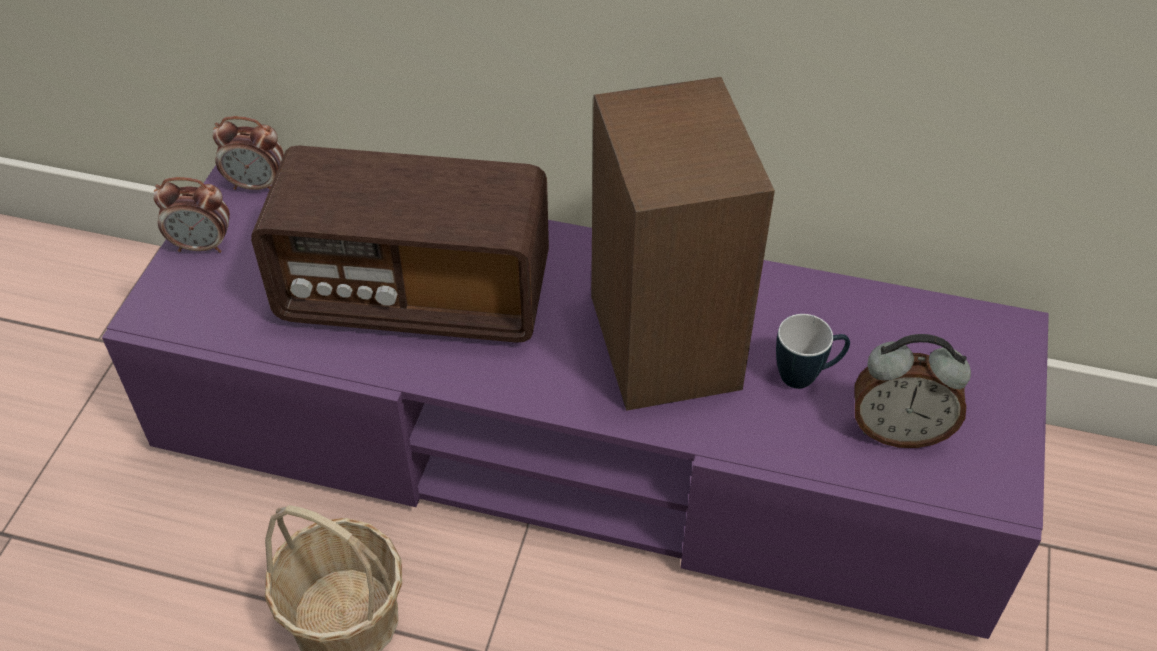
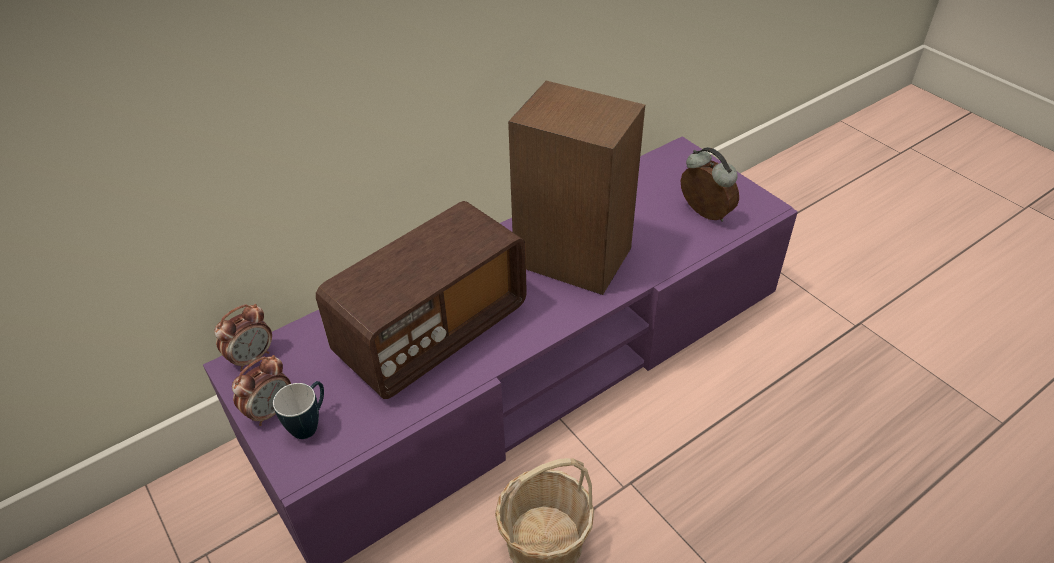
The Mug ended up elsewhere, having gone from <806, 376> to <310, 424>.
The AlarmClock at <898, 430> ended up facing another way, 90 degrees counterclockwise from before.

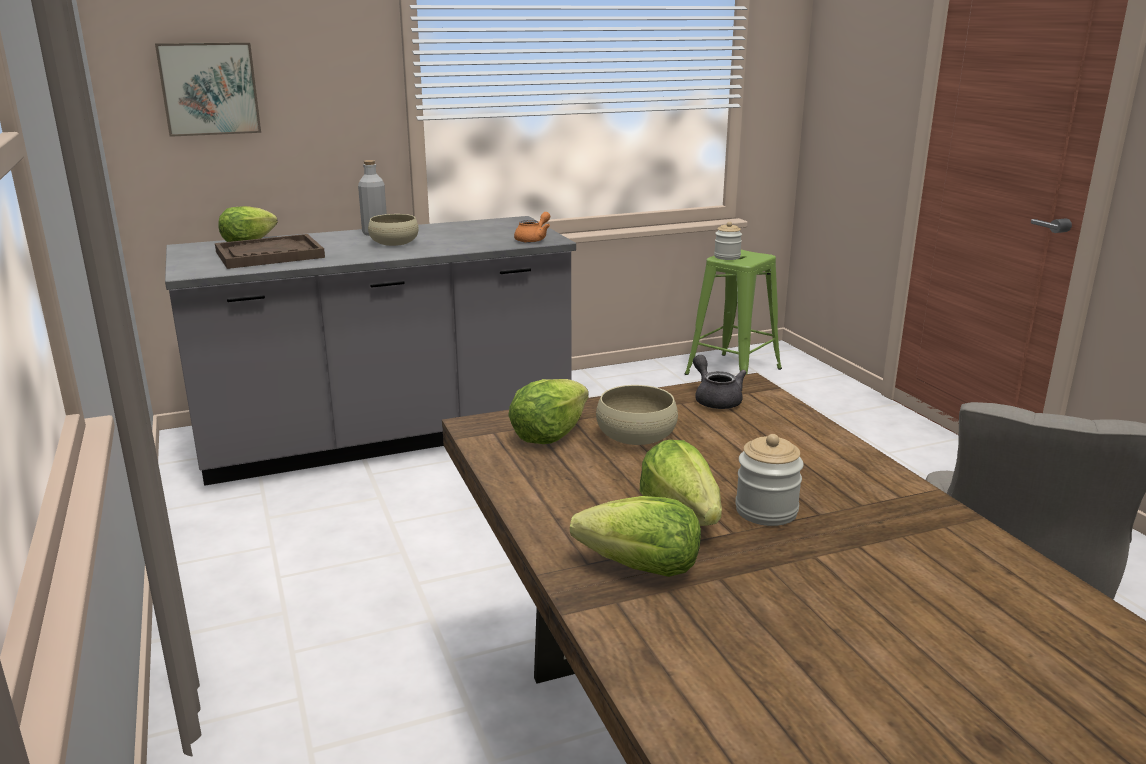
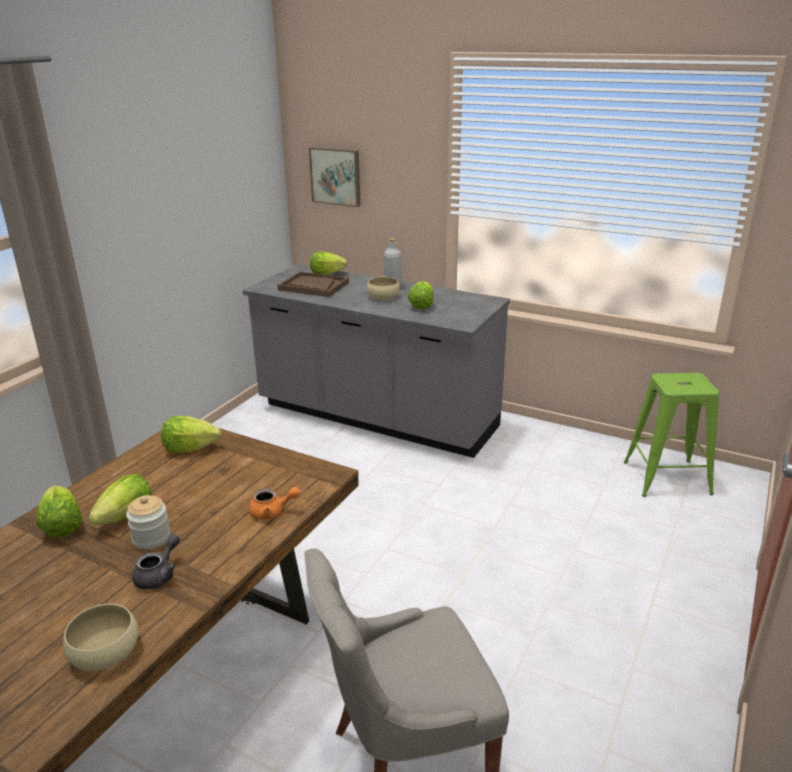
The OrangeTeapot ended up elsewhere, having gone from <533, 239> to <272, 512>.
The BeigeBowl ended up elsewhere, having gone from <636, 435> to <105, 652>.
The GreyTeapot ended up elsewhere, having gone from <715, 399> to <159, 575>.
The second view lost the Jar at <727, 257>.
The second view gained the Lettuce at <421, 306>.

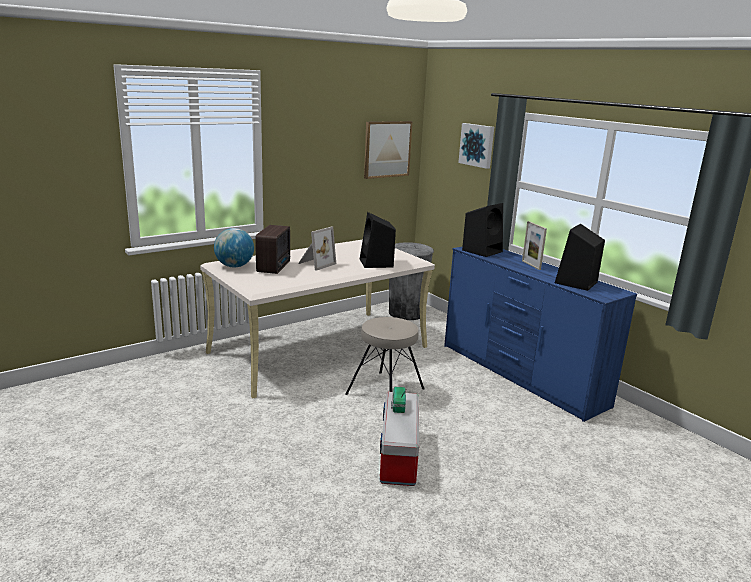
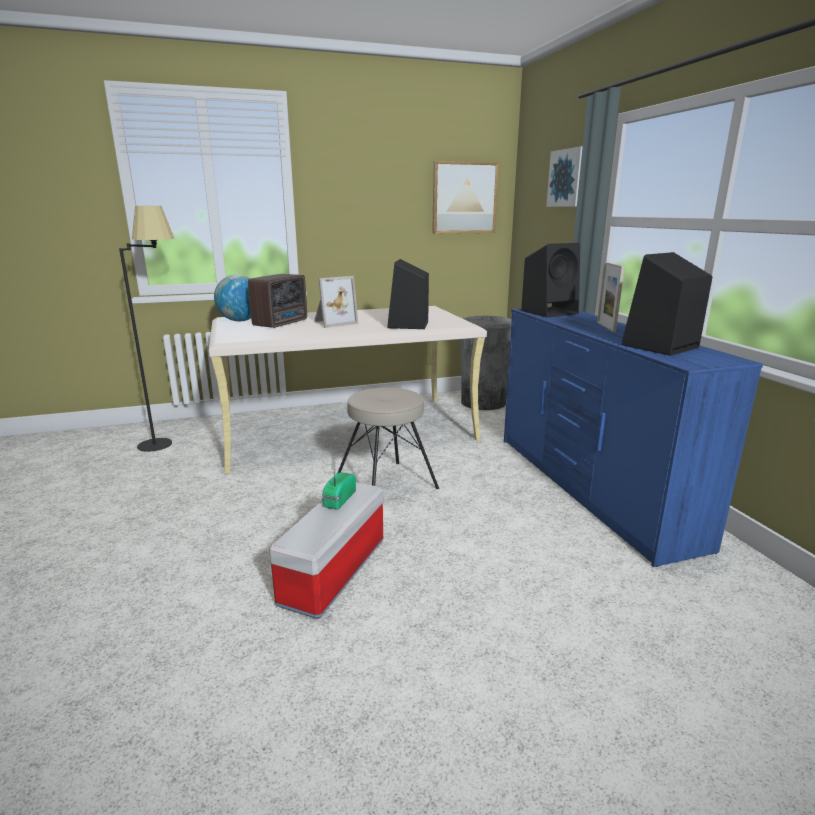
The second view gained the BlackFloorLamp at <170, 441>.

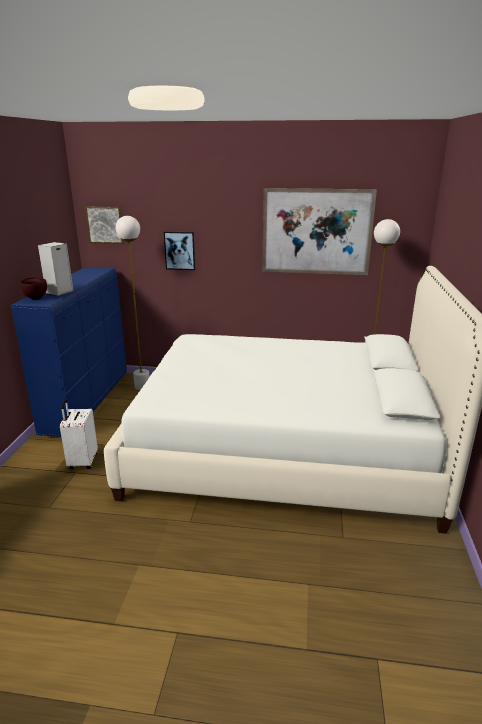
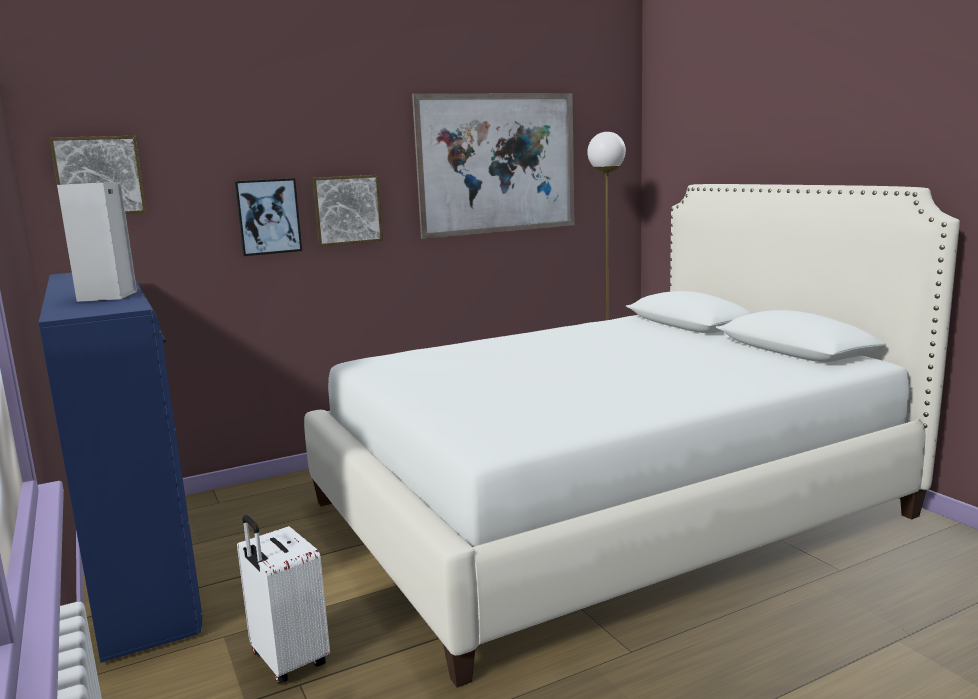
The second view lost the BrownBowl at <35, 298>.
The second view lost the WhiteFloorLamp at <142, 386>.
The second view gained the Picture at <346, 209>.

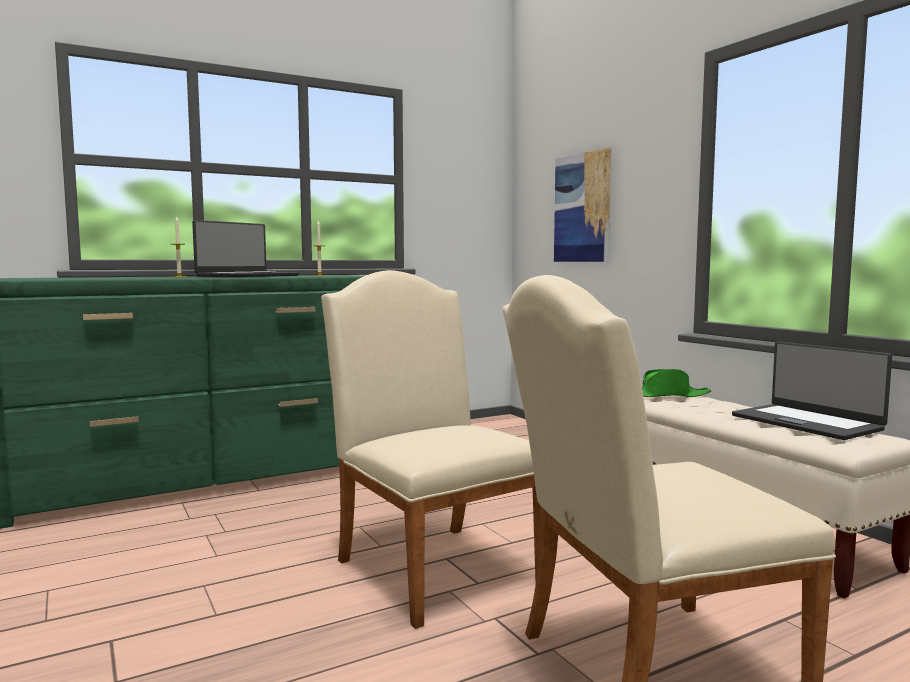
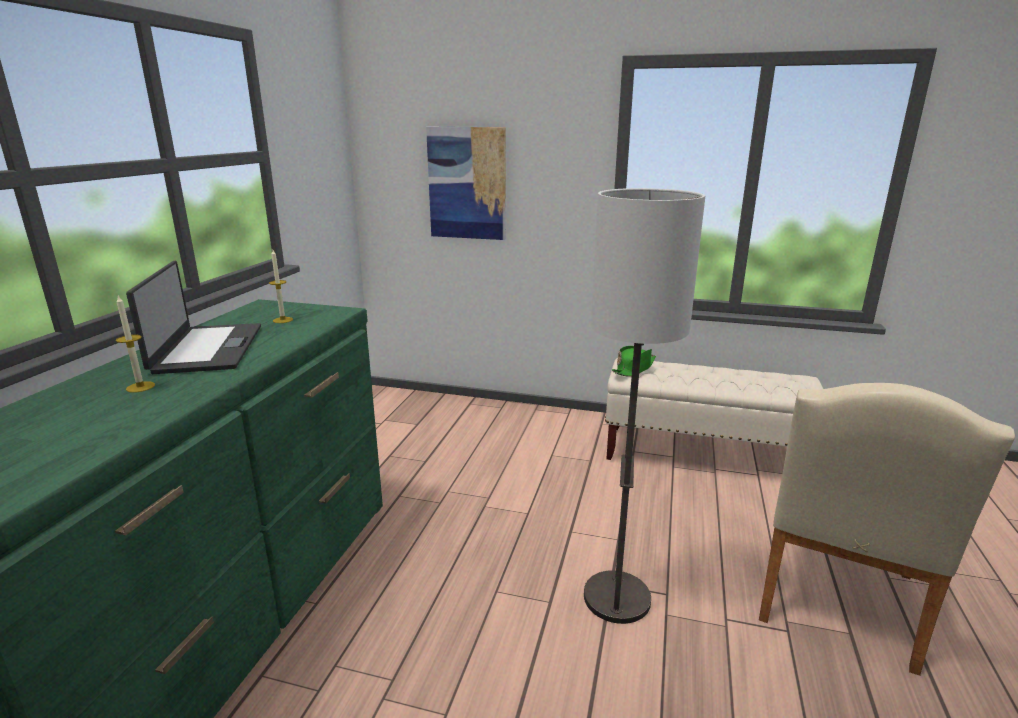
Where the BeigeChair stood at <432, 565>, the FloorLamp came to stand at <616, 598>.
The second view lost the Laptop at <806, 422>.

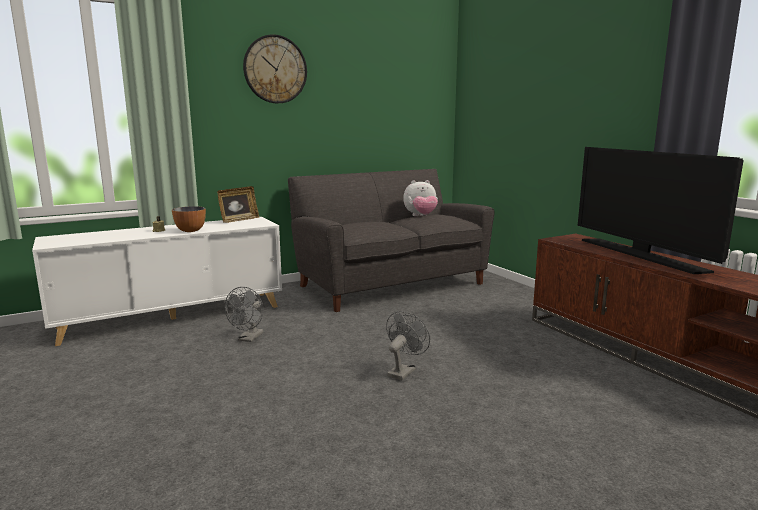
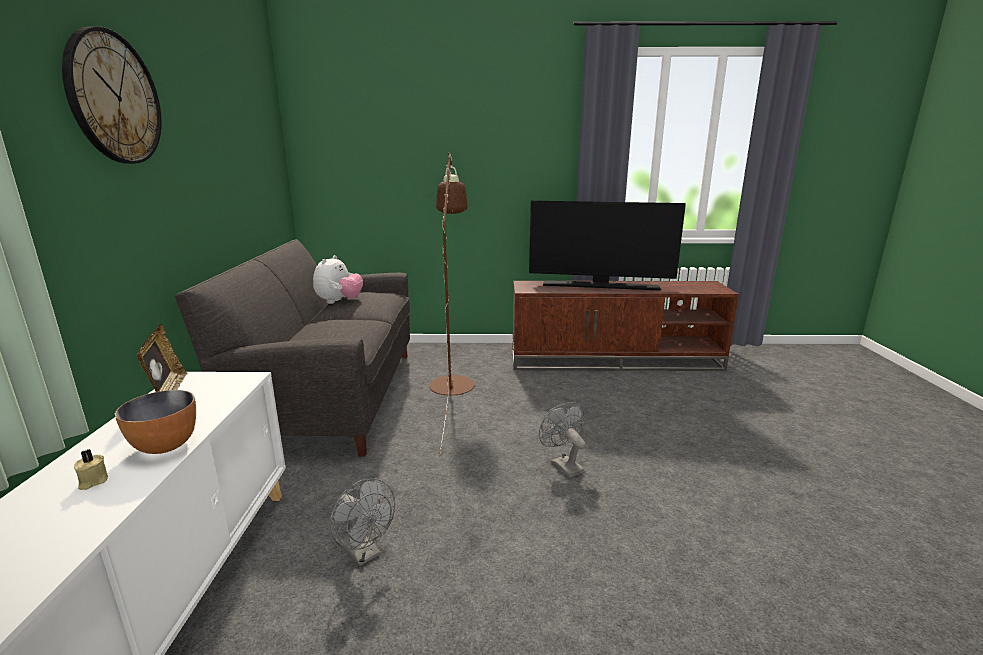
The second view gained the BrownFloorLamp at <452, 379>.

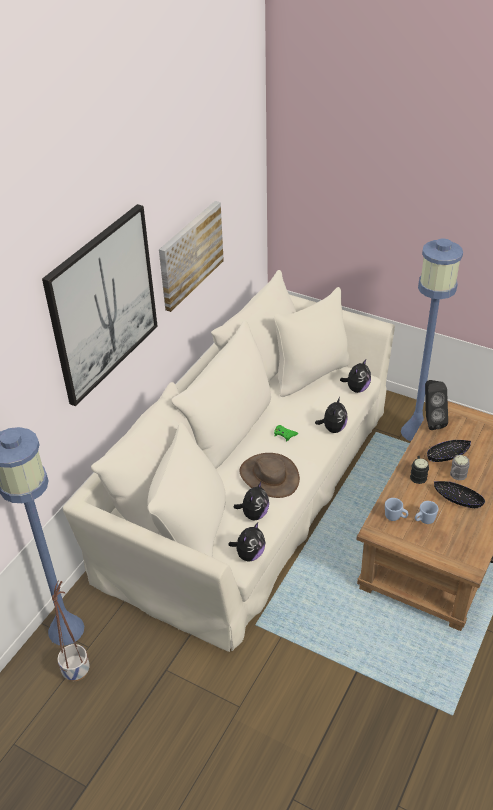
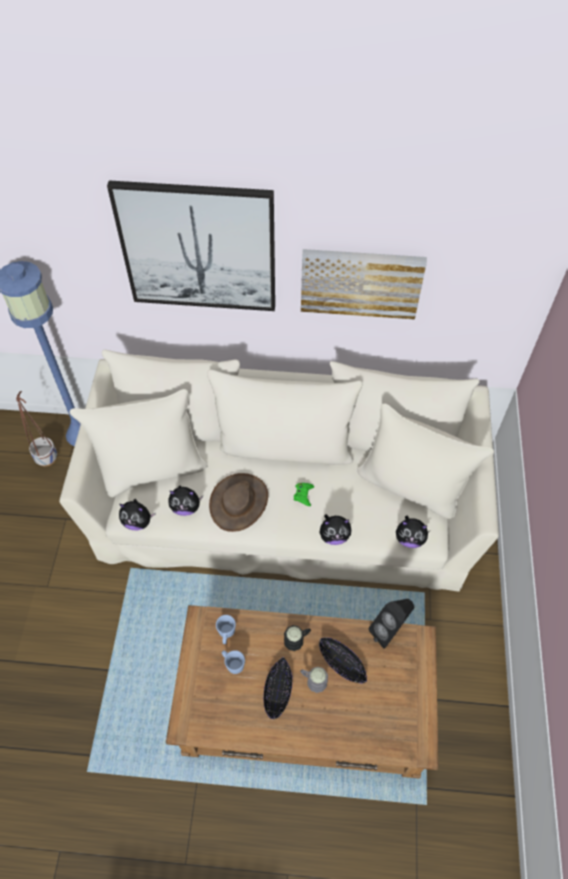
The second view lost the BlueFloorLamp at <415, 431>.

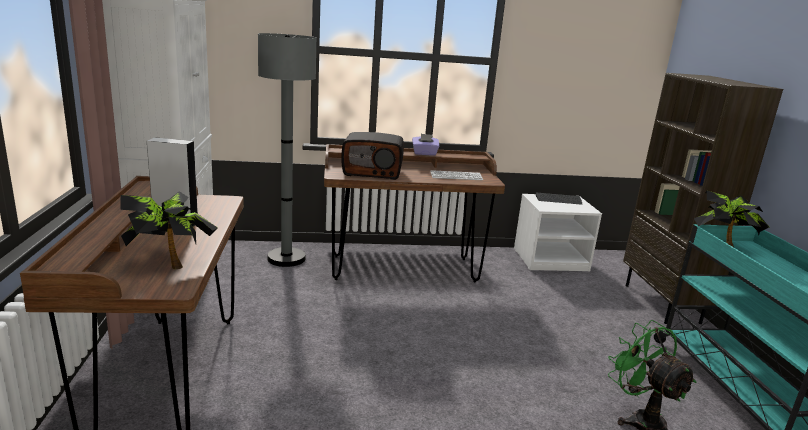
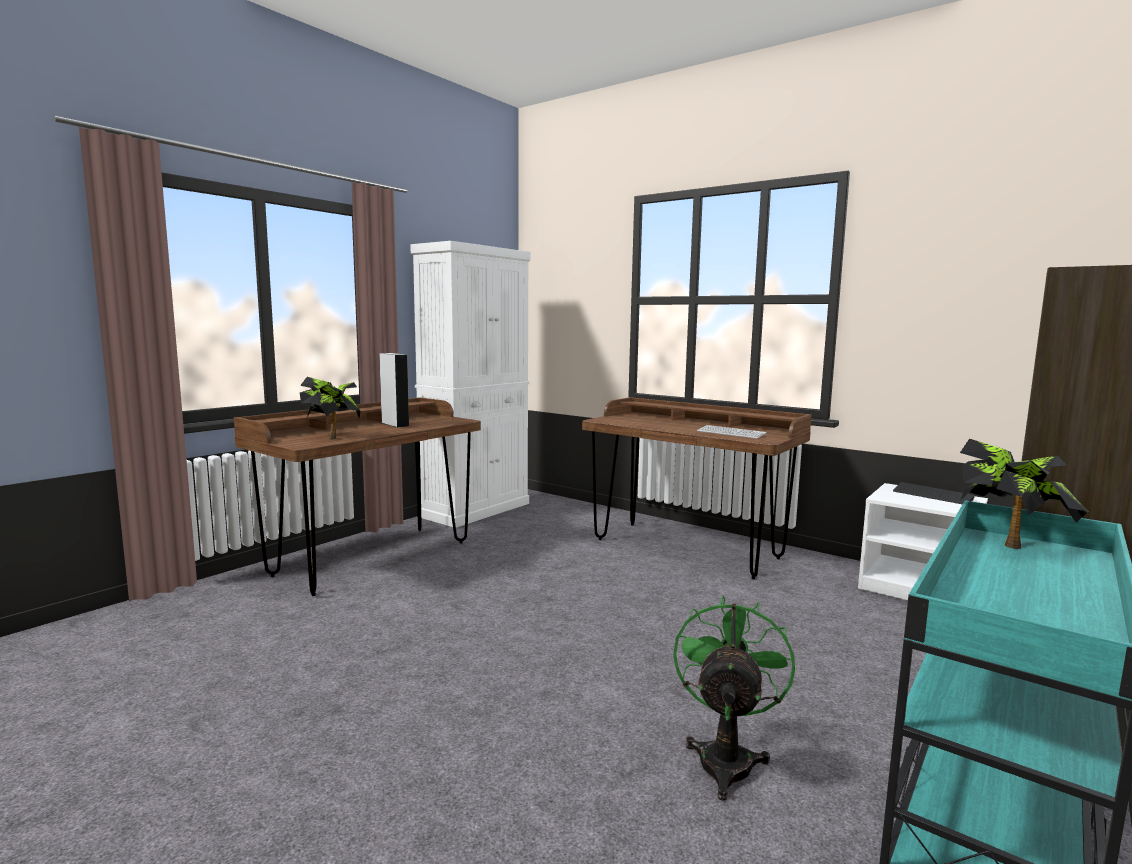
The second view lost the GreyFloorLamp at <286, 258>.
The second view lost the Radio at <373, 172>.
The second view lost the PurpleTissueBox at <424, 153>.

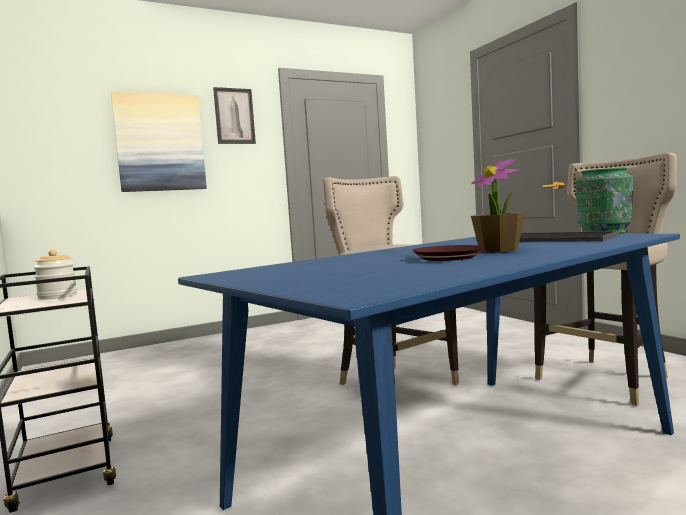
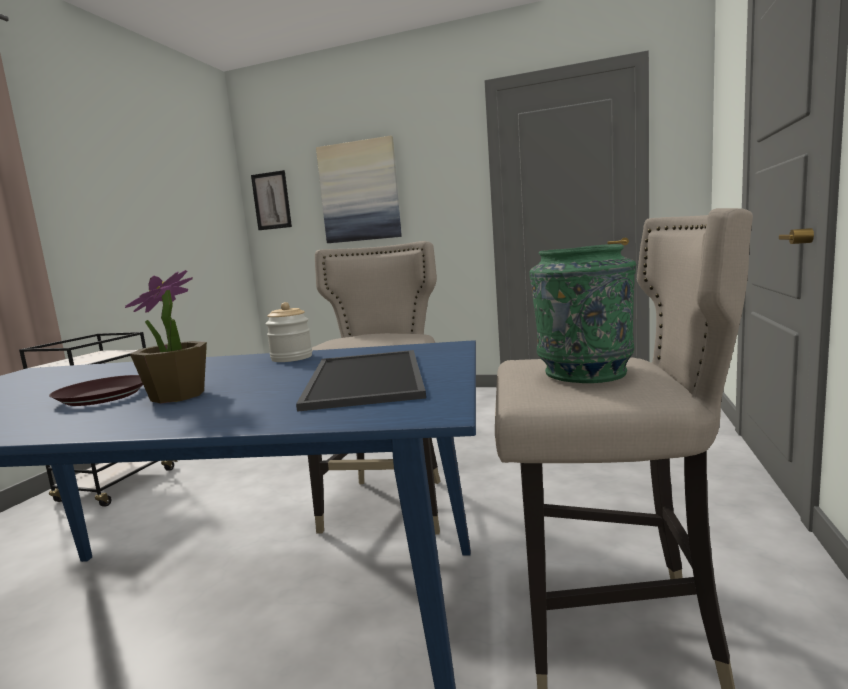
The Jar ended up elsewhere, having gone from <57, 296> to <292, 358>.
The Picture ended up elsewhere, having gone from <234, 116> to <271, 201>.

